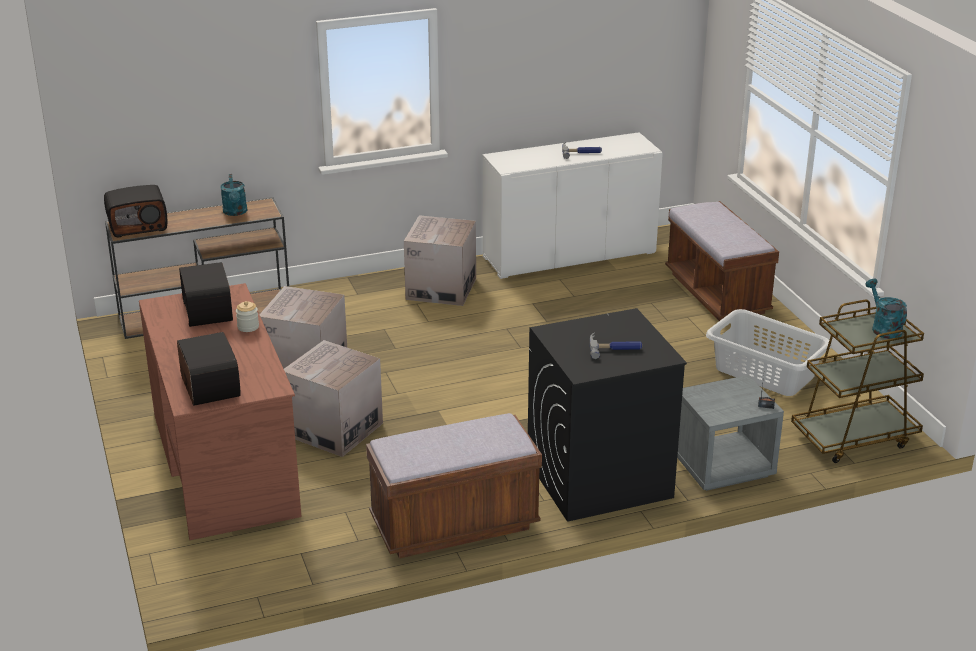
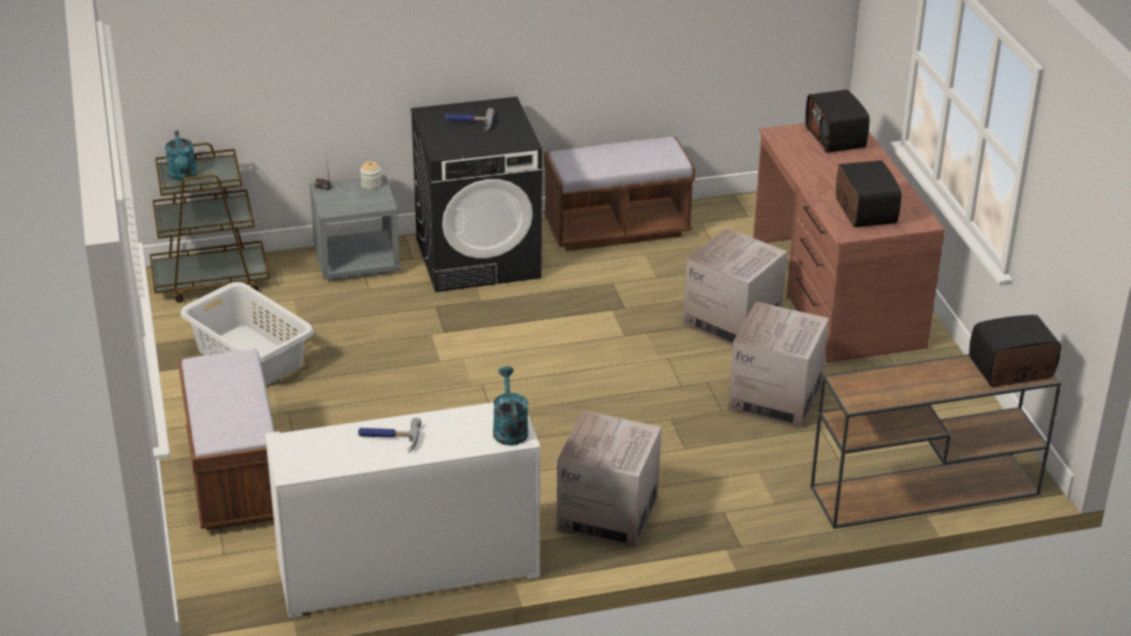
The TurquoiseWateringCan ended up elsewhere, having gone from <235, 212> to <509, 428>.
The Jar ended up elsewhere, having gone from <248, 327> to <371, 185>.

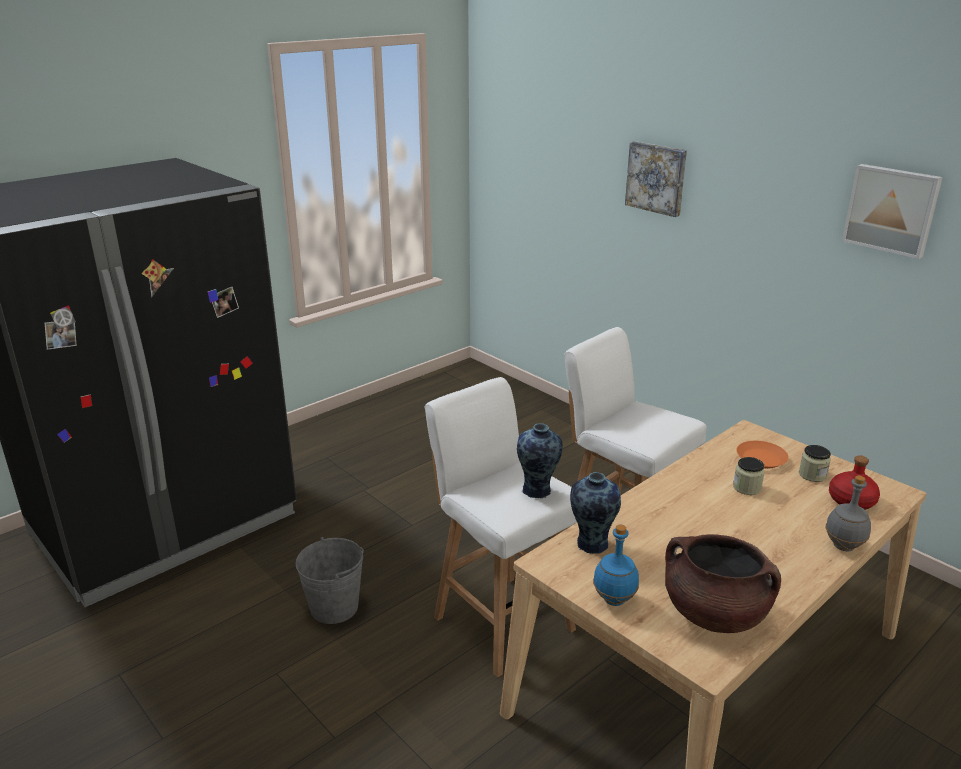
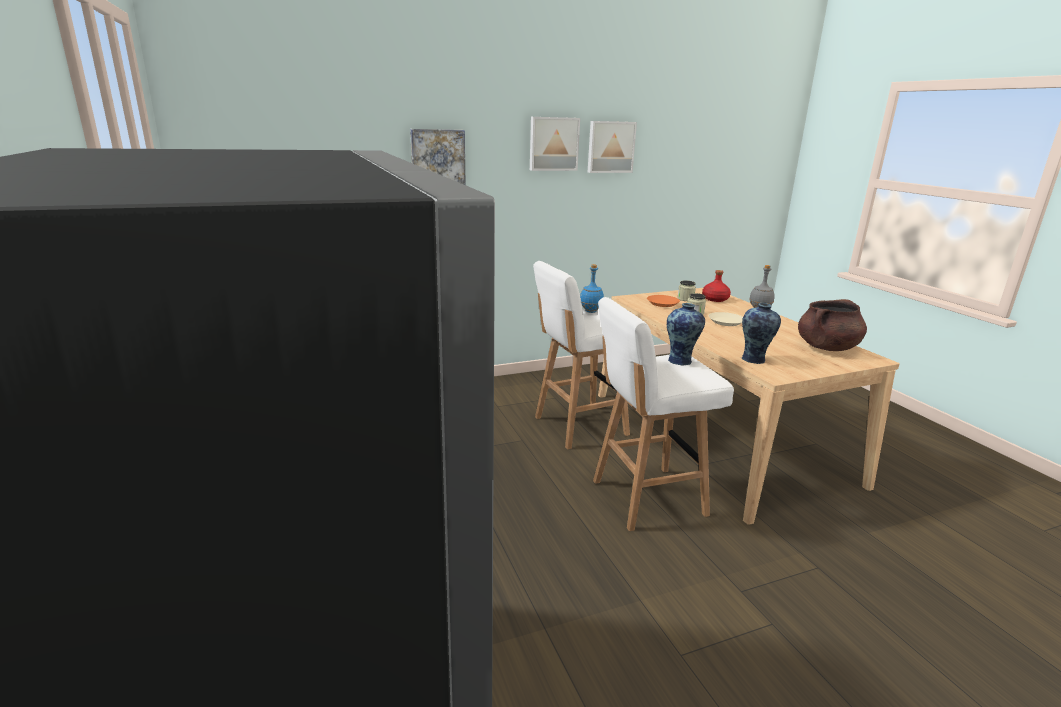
The second view lost the GreyBucket at <334, 607>.
The BlueBottle ended up elsewhere, having gone from <613, 599> to <590, 311>.
The second view gained the Picture at <553, 144>.
The second view gained the BeigePlate at <726, 322>.

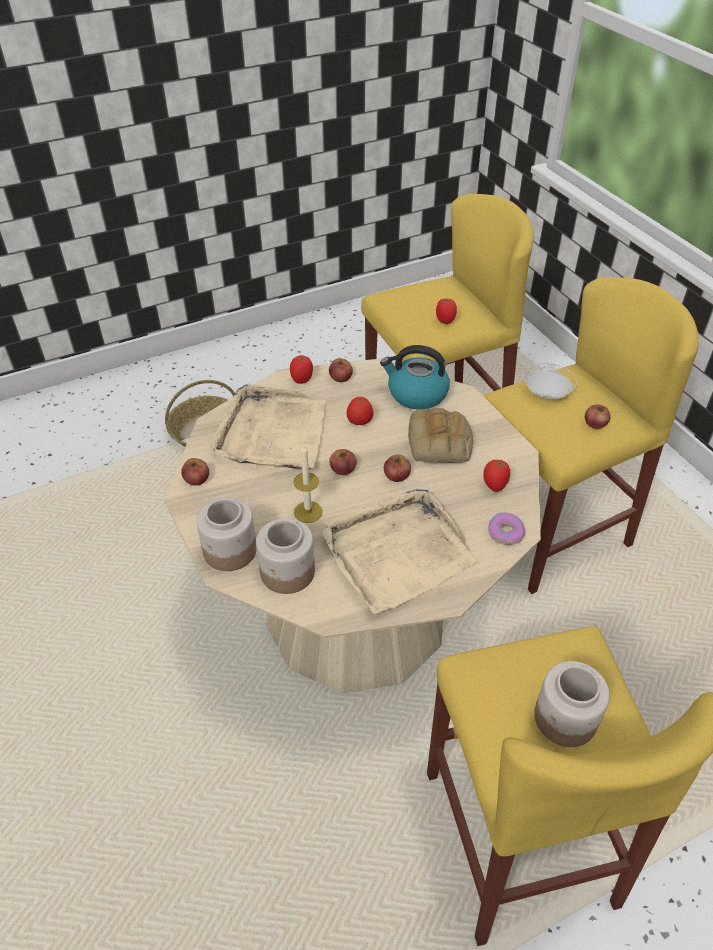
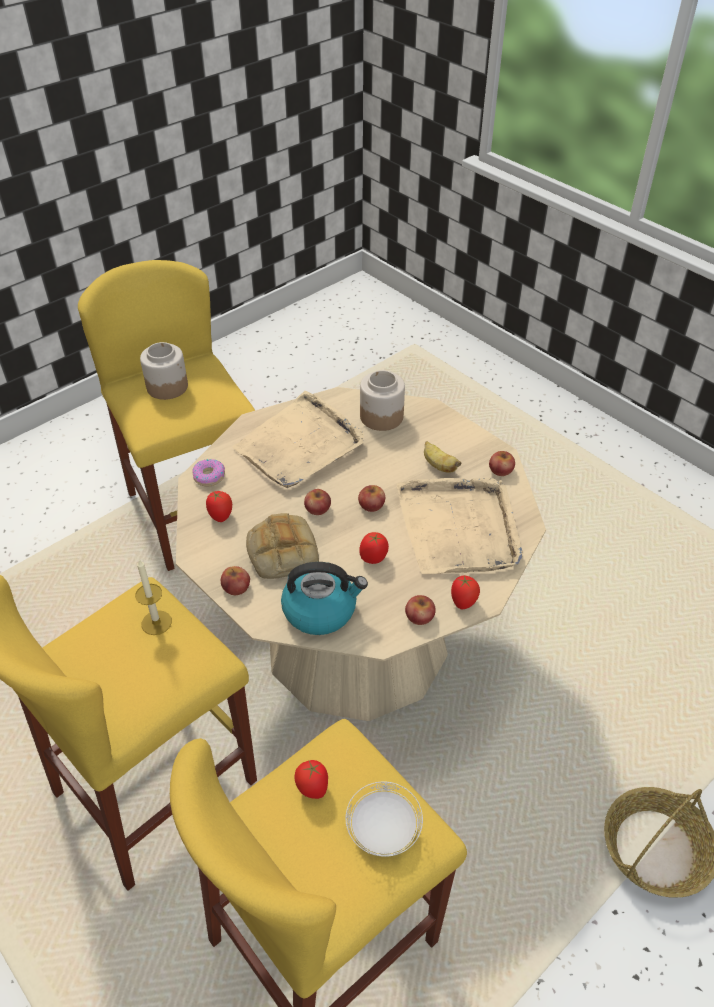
The second view lost the Jar at <230, 551>.
The Candle ended up elsewhere, having gone from <308, 512> to <156, 622>.
The WhitePlate ended up elsewhere, having gone from <547, 392> to <383, 829>.
The Apple ended up elsewhere, having gone from <595, 423> to <236, 587>.
The second view gained the Banana at <438, 466>.

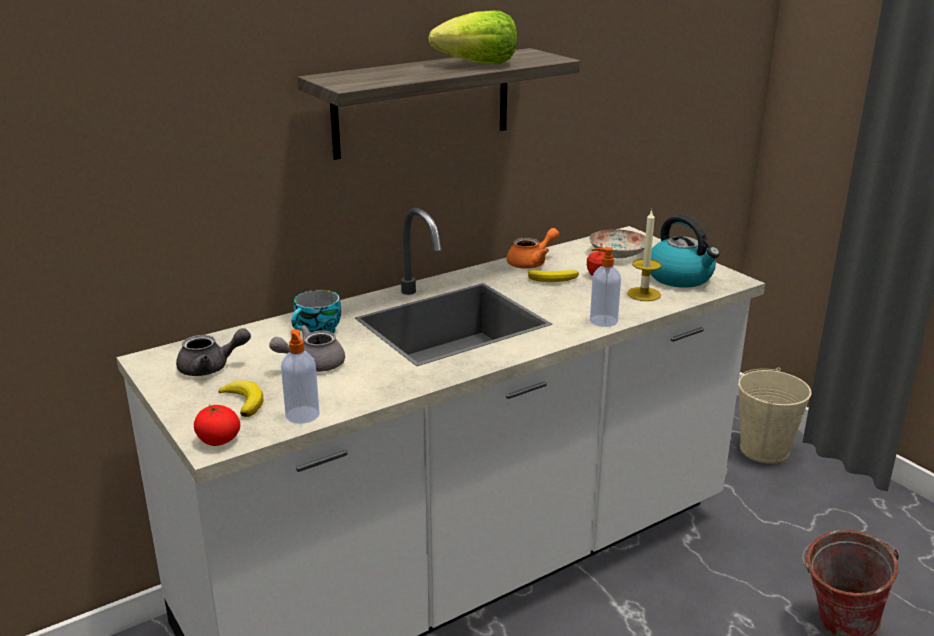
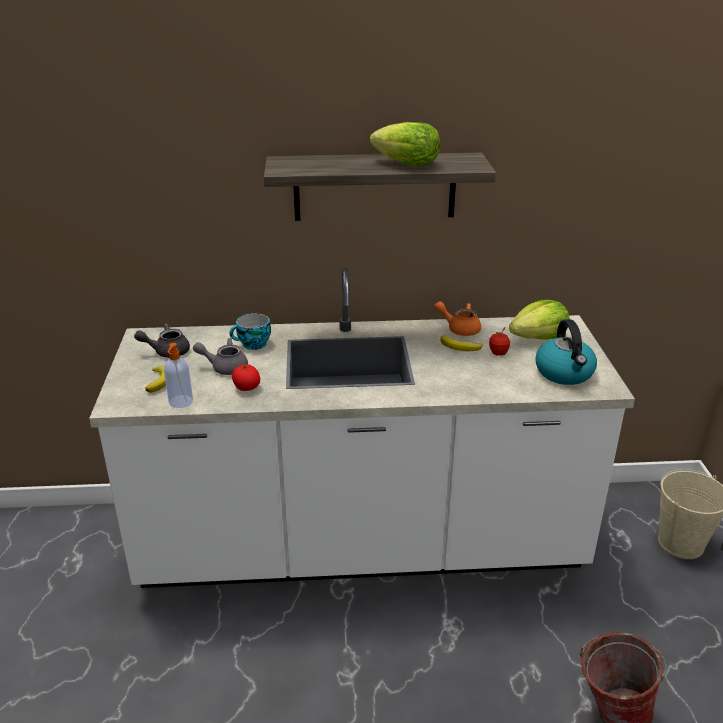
The GreyTeapot at <211, 368> ended up facing another way, 150 degrees clockwise from before.
The Tomato ended up elsewhere, having gone from <218, 440> to <246, 387>.
The OrangeTeapot at <532, 263> ended up facing another way, 150 degrees counterclockwise from before.
Where the Plate stood at <618, 253>, the Lettuce came to stand at <538, 338>.
The second view lost the SoapDispenser at <602, 321>.
The second view lost the Candle at <644, 294>.

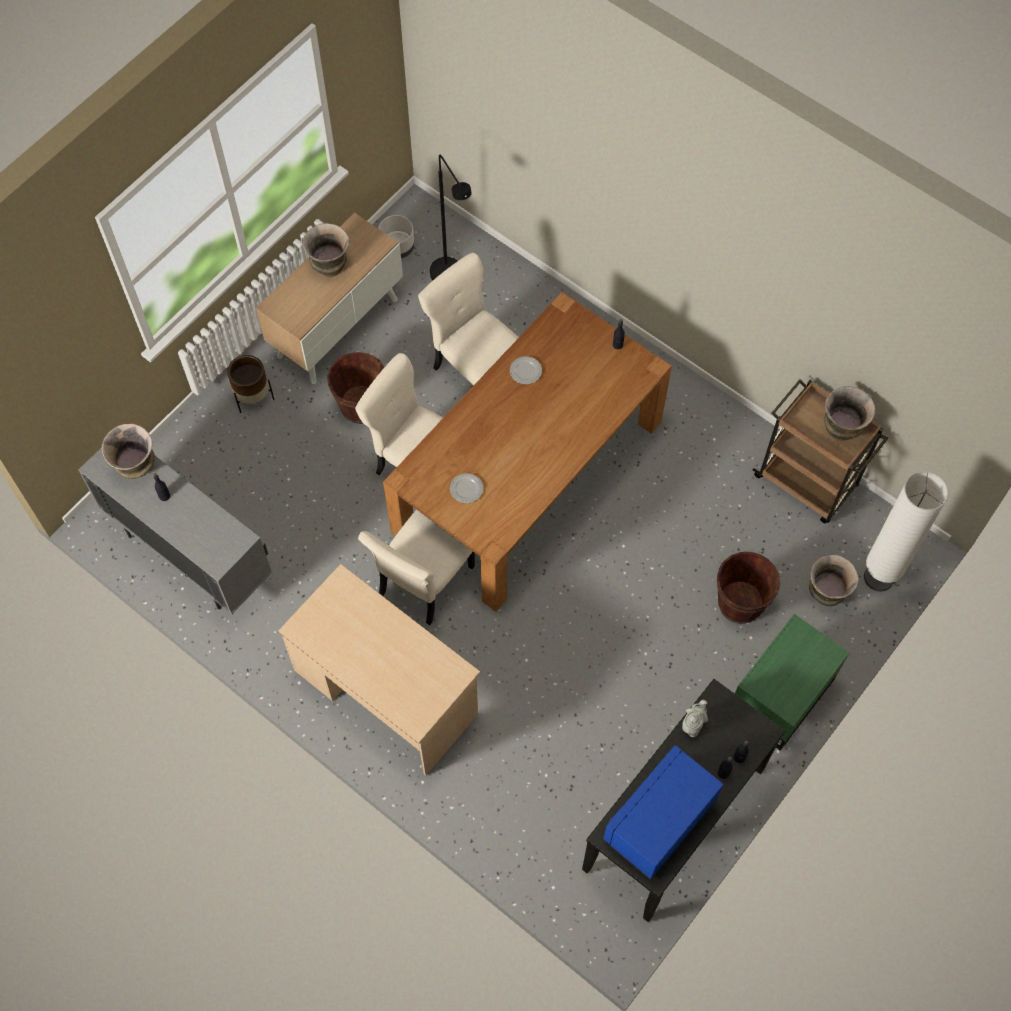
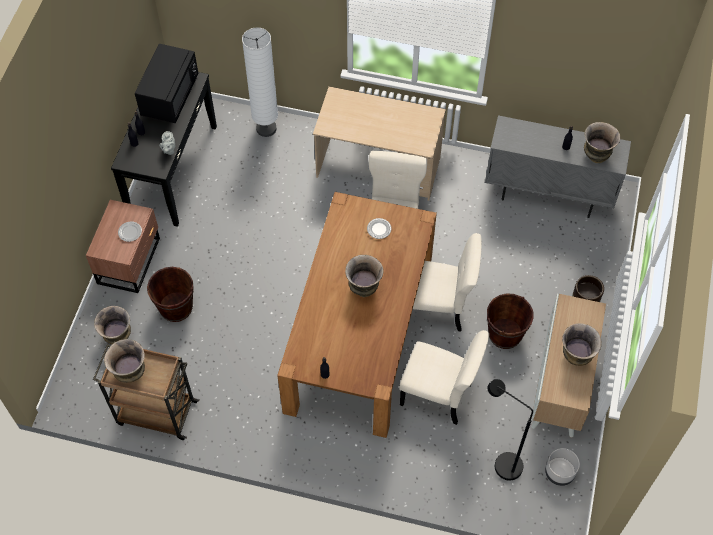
The Plate ended up elsewhere, having gone from <526, 371> to <130, 232>.
What was the BlueMicrowave at <660, 821> turned into the BlackMicrowave at <169, 96>.
What was the GreenNightstand at <779, 696> turned into the BrownNightstand at <130, 260>.
The WhiteFloorLamp ended up elsewhere, having gone from <878, 577> to <266, 128>.
The second view gained the Vase at <363, 288>.

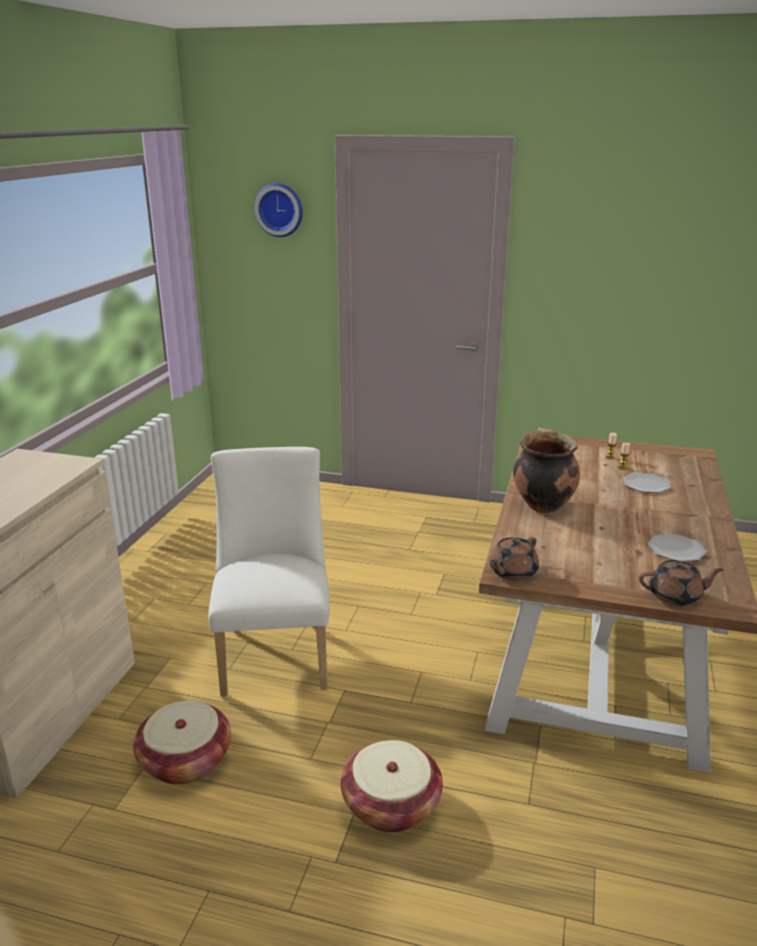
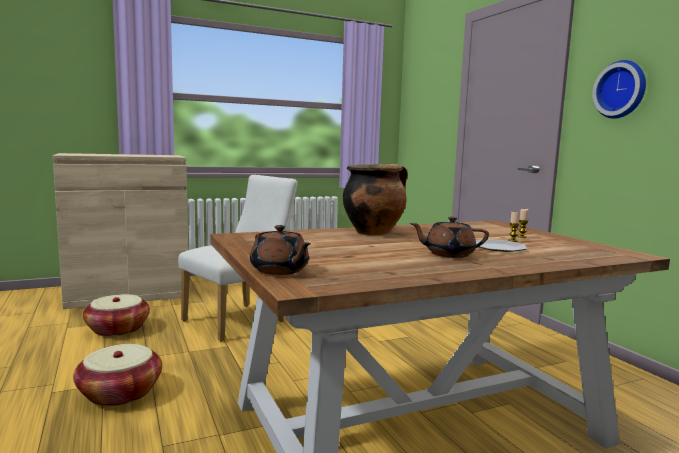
The WallClock ended up elsewhere, having gone from <280, 209> to <621, 90>.
The BrownTeapot ended up elsewhere, having gone from <512, 572> to <448, 254>.
The second view lost the Plate at <675, 550>.

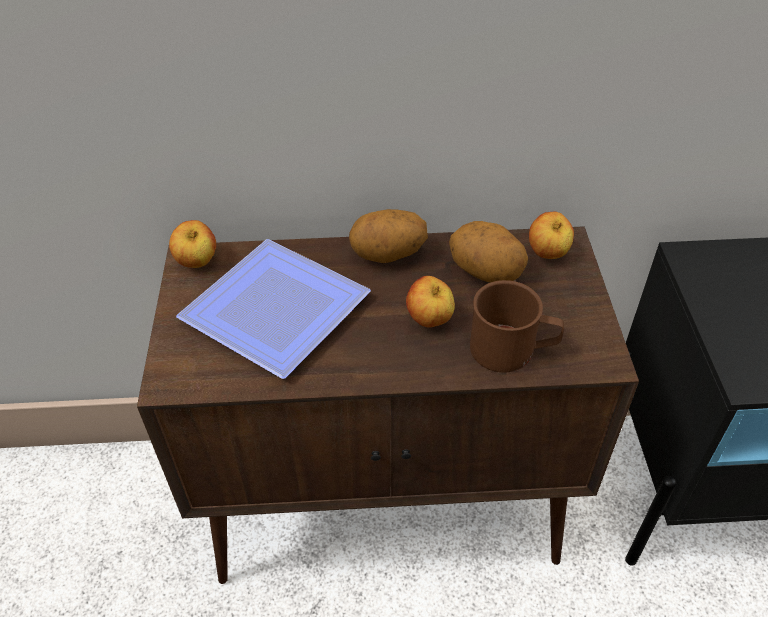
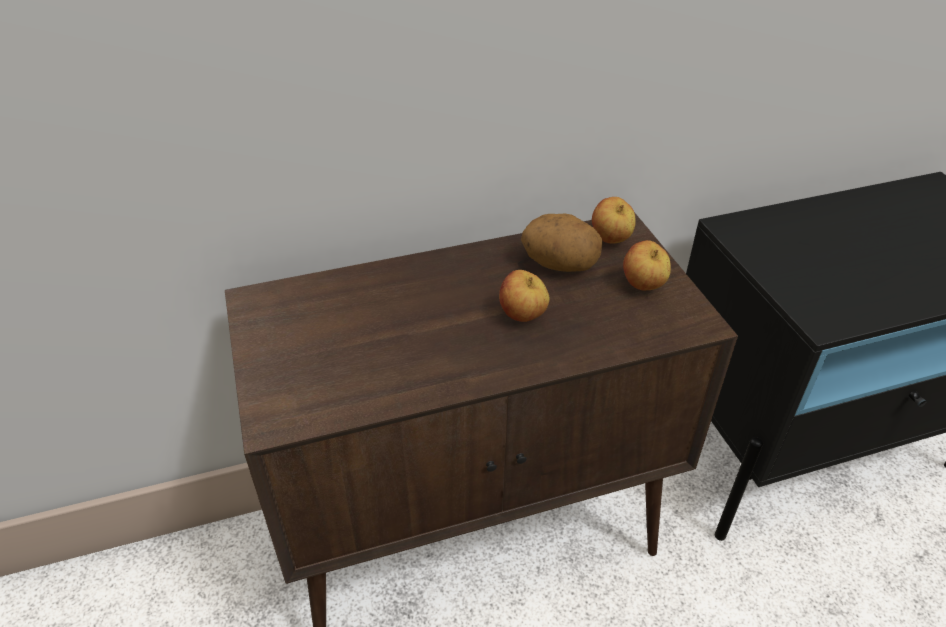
The Apple ended up elsewhere, having gone from <197, 263> to <643, 286>.
The second view lost the Plate at <276, 315>.
The second view lost the Potato at <388, 256>.
The second view lost the BrownMug at <512, 350>.

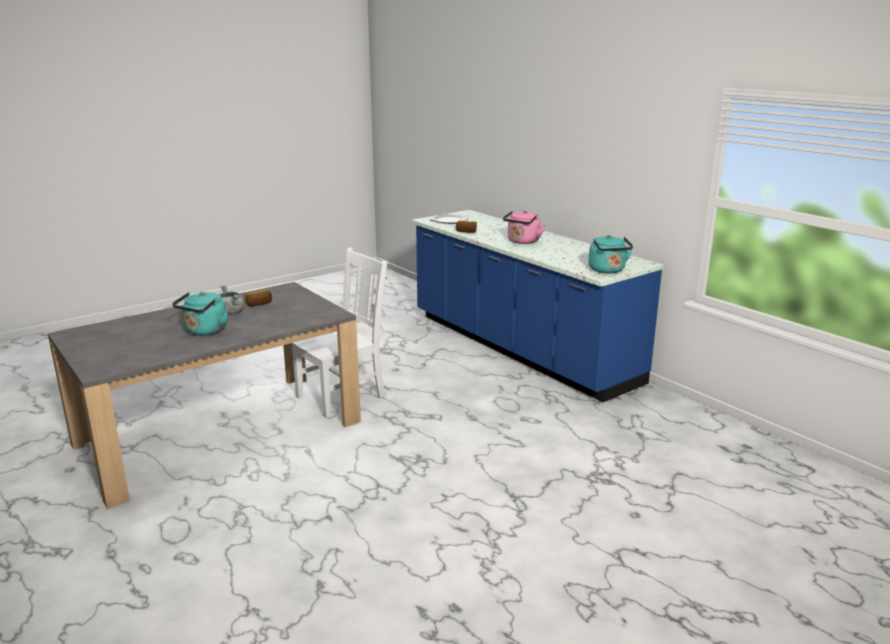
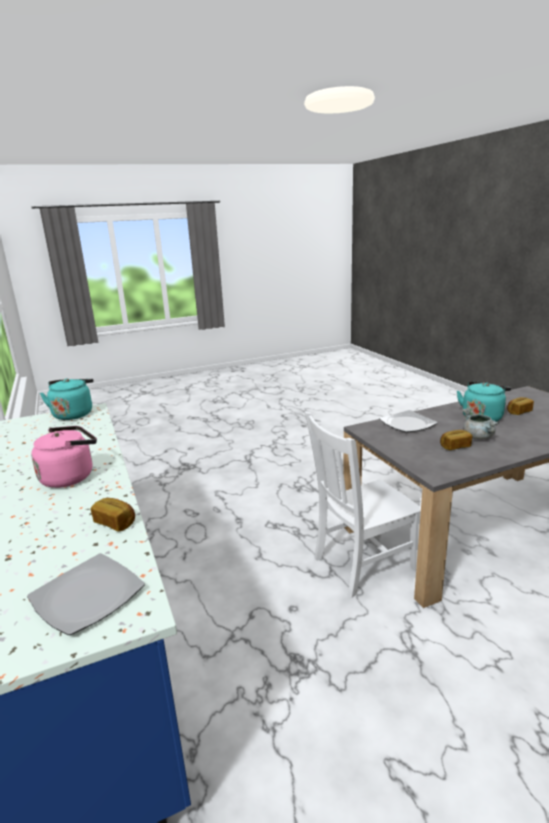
The second view gained the Plate at <407, 423>.
The second view gained the Bread at <518, 412>.

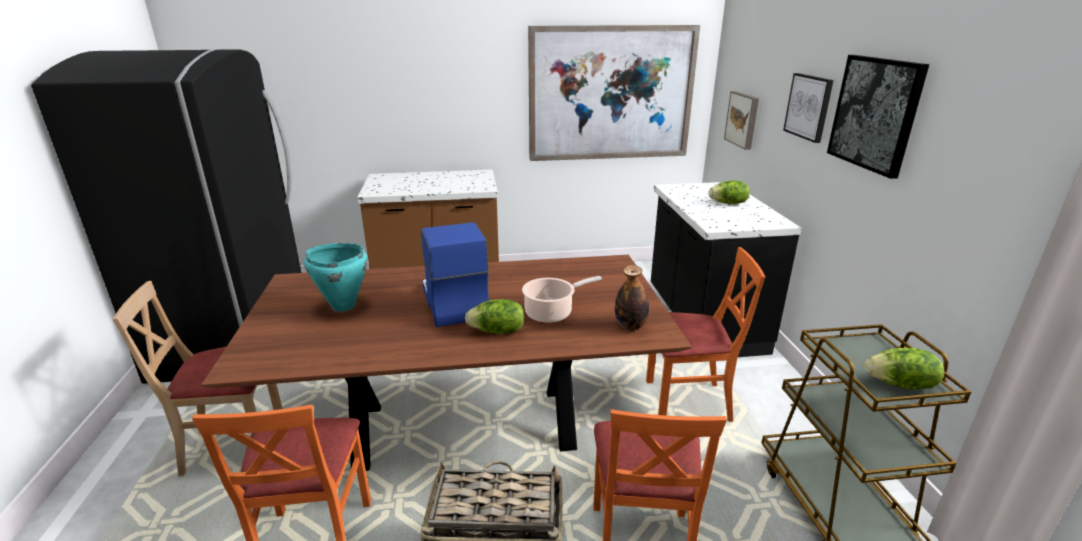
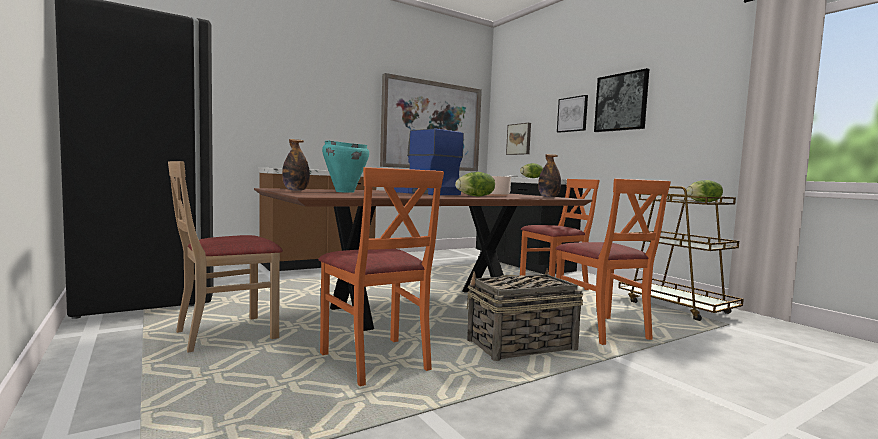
The second view gained the Bottle at <295, 190>.

